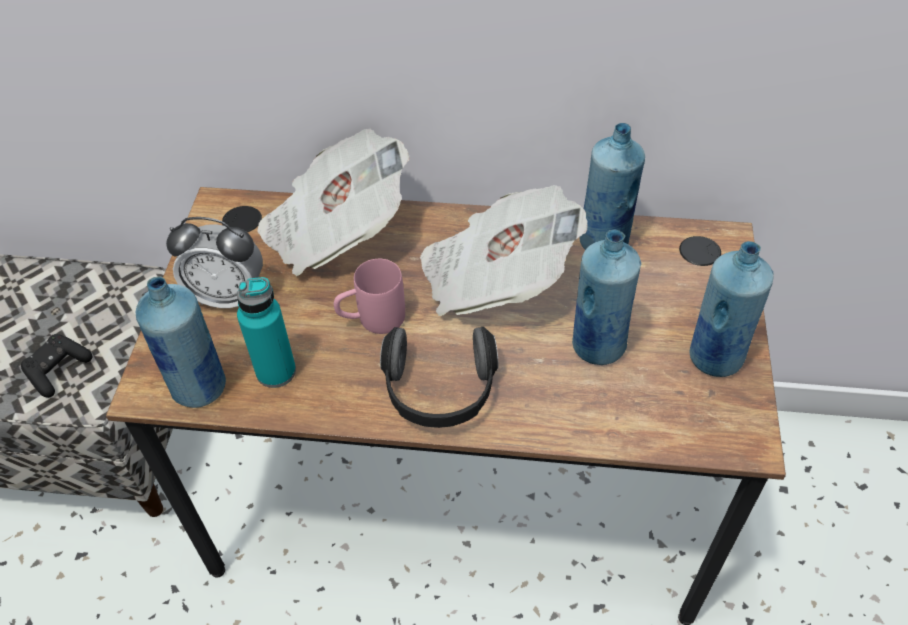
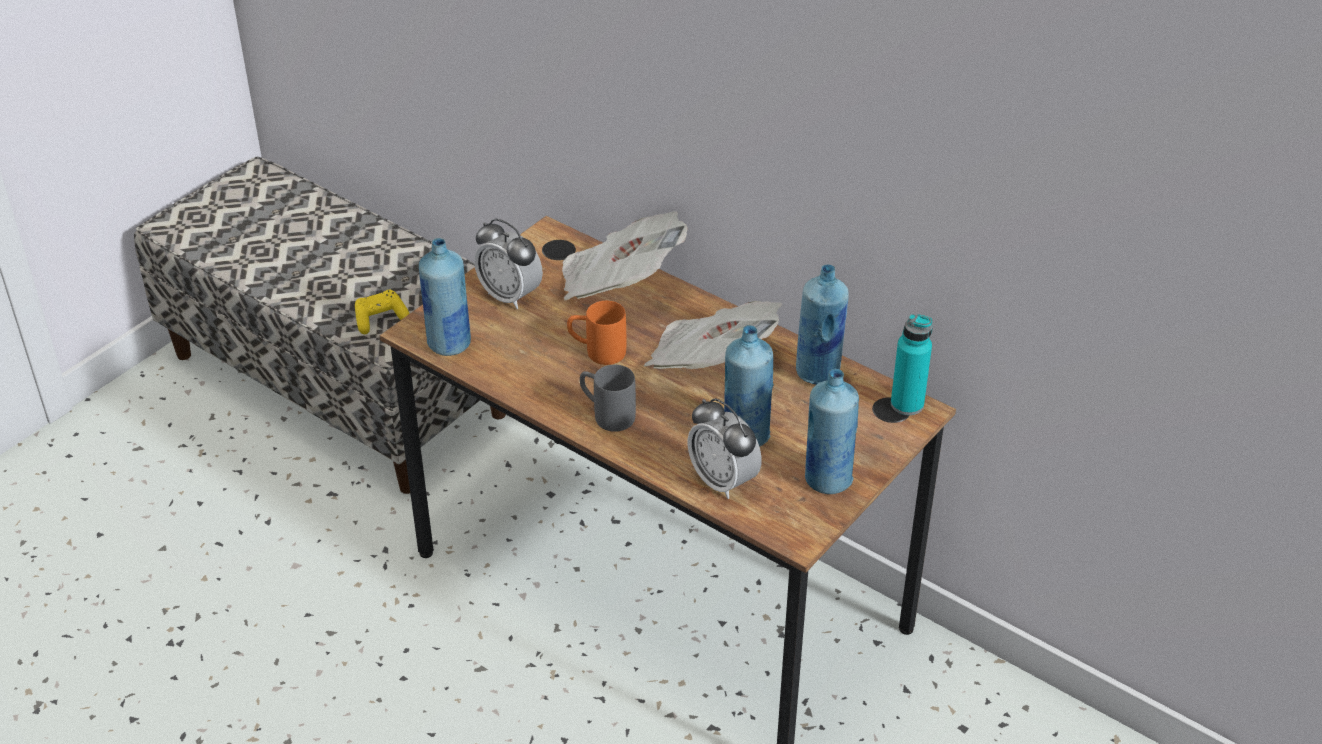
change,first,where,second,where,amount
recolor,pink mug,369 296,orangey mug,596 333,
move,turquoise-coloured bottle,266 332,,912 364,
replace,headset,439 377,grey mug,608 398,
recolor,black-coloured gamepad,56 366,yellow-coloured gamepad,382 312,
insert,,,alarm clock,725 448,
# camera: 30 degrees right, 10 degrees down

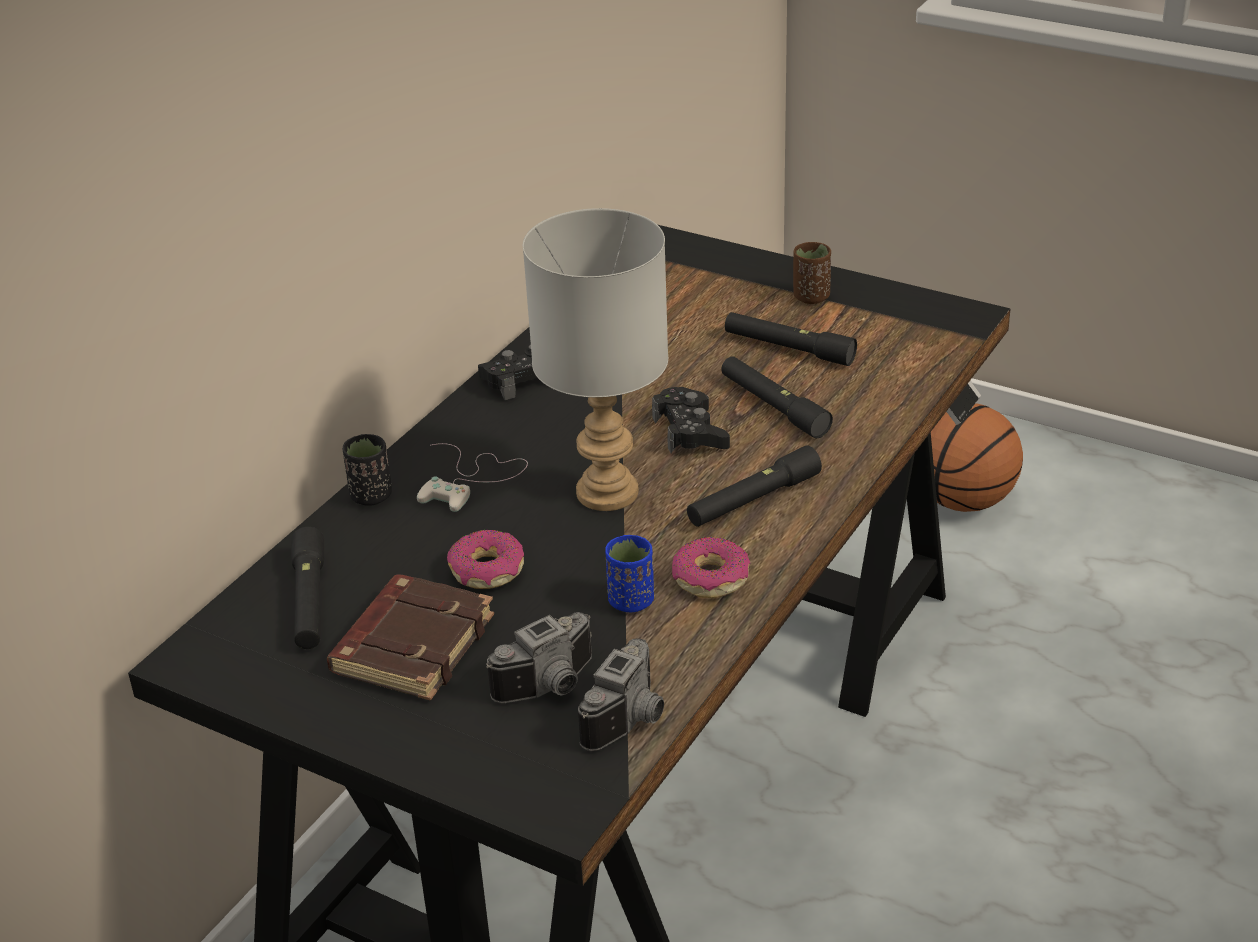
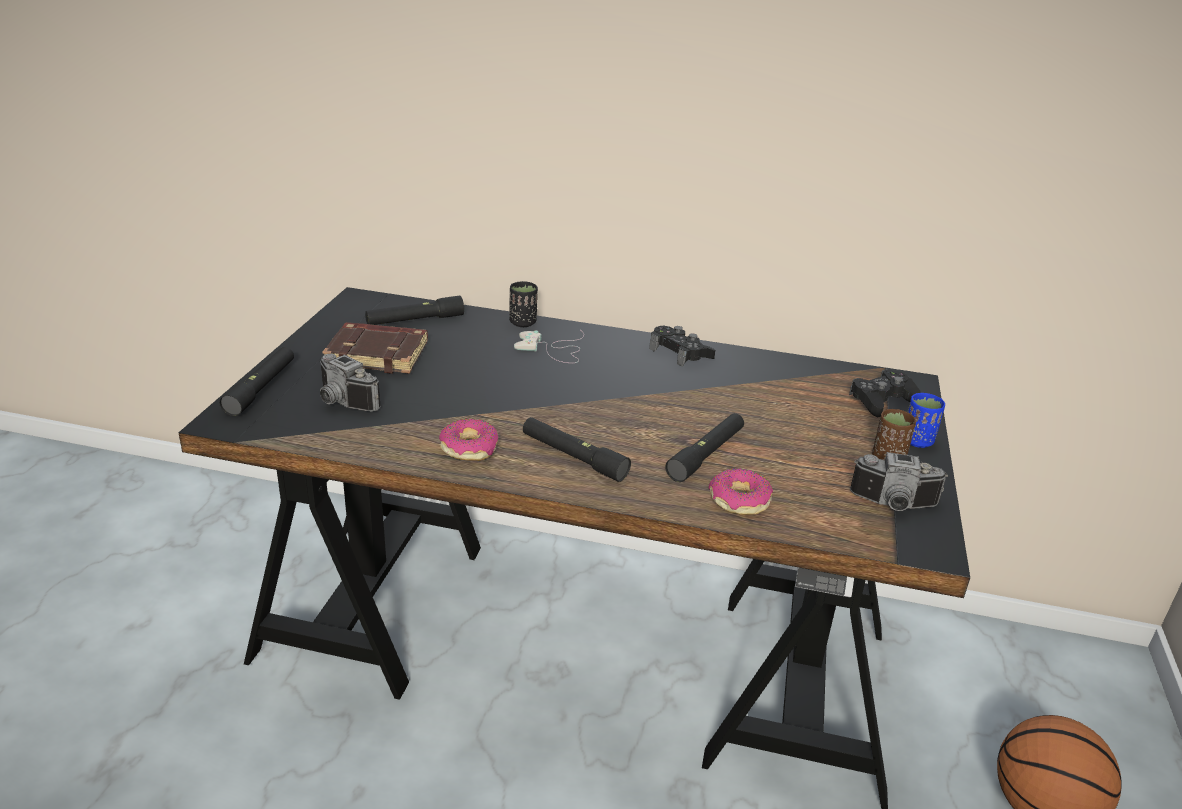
change,first,where,second,where,amount
delete,grey tabletop lamp,595 359,,,
move,black-coloured flashlight,791 339,,256 381,
move,black-coloured gamepad,691 420,,885 393,
move,ring doughnut,485 559,,741 491,
move,blue-coloured cup,629 573,,926 420,
move,photo camera,621 695,,899 481,
# camera: 70 degrees right, 5 degrees down

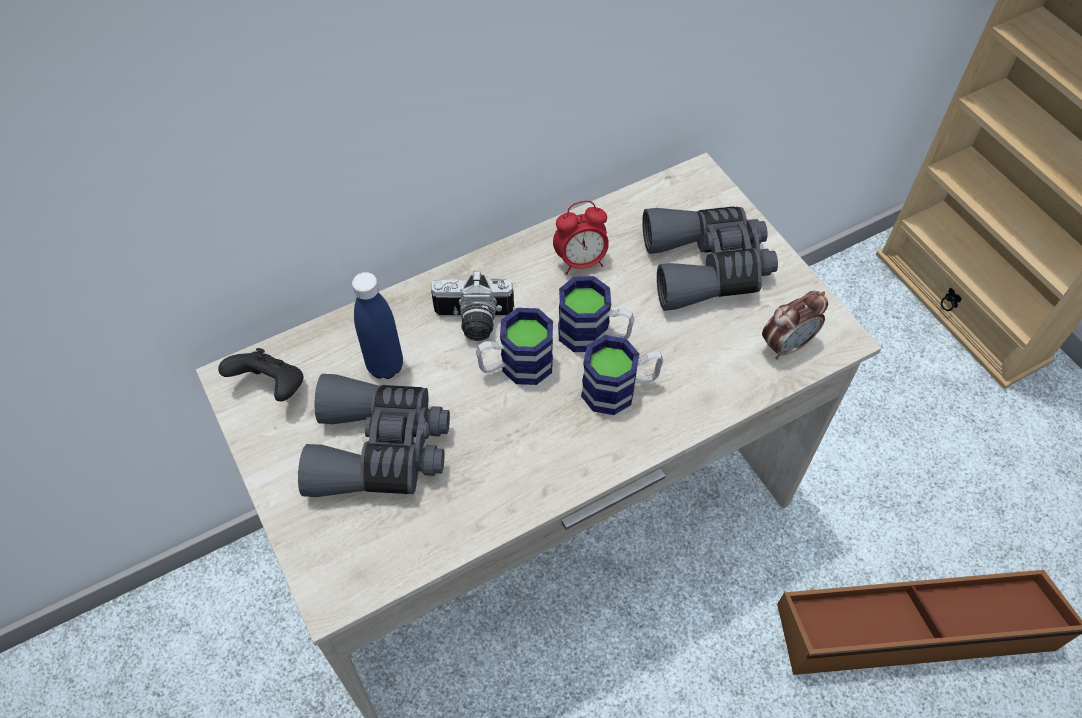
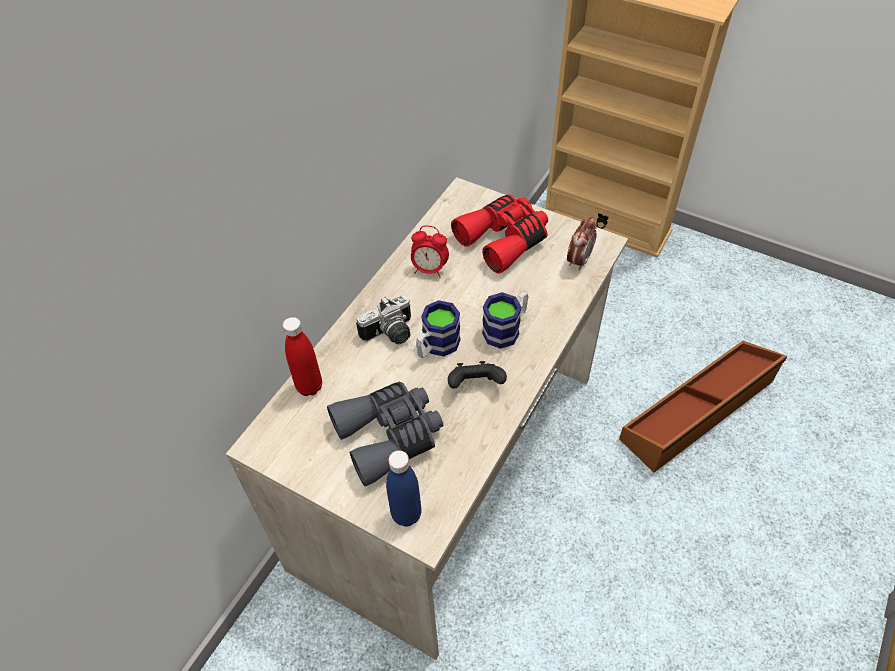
change,first,where,second,where,amount
rotate,alarm clock,581 238,,430 252,60 degrees clockwise
recolor,grey field glasses,710 259,red field glasses,499 233,
move,blue-coloured bottle,377 325,,403 488,
delete,mug,596 314,,,
move,black-coloured gamepad,261 375,,477 375,
insert,,,red bottle,302 356,
# camera: 30 degrees left, 5 degrees down

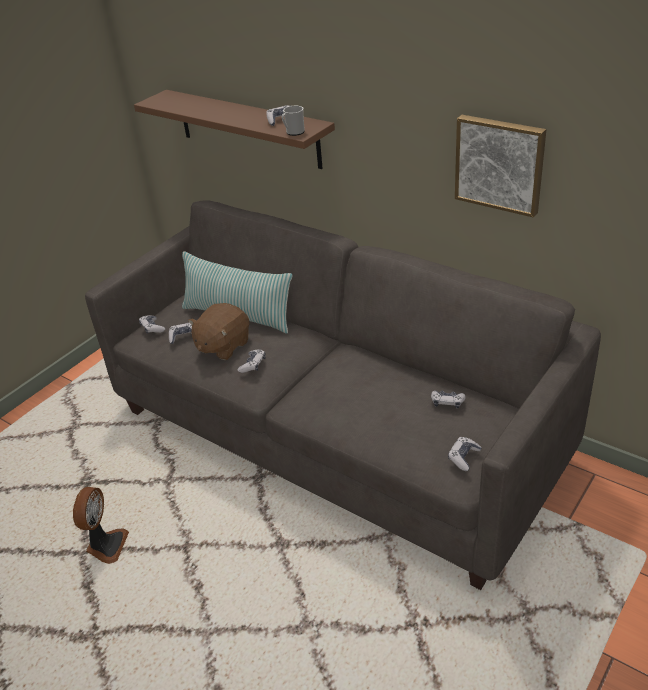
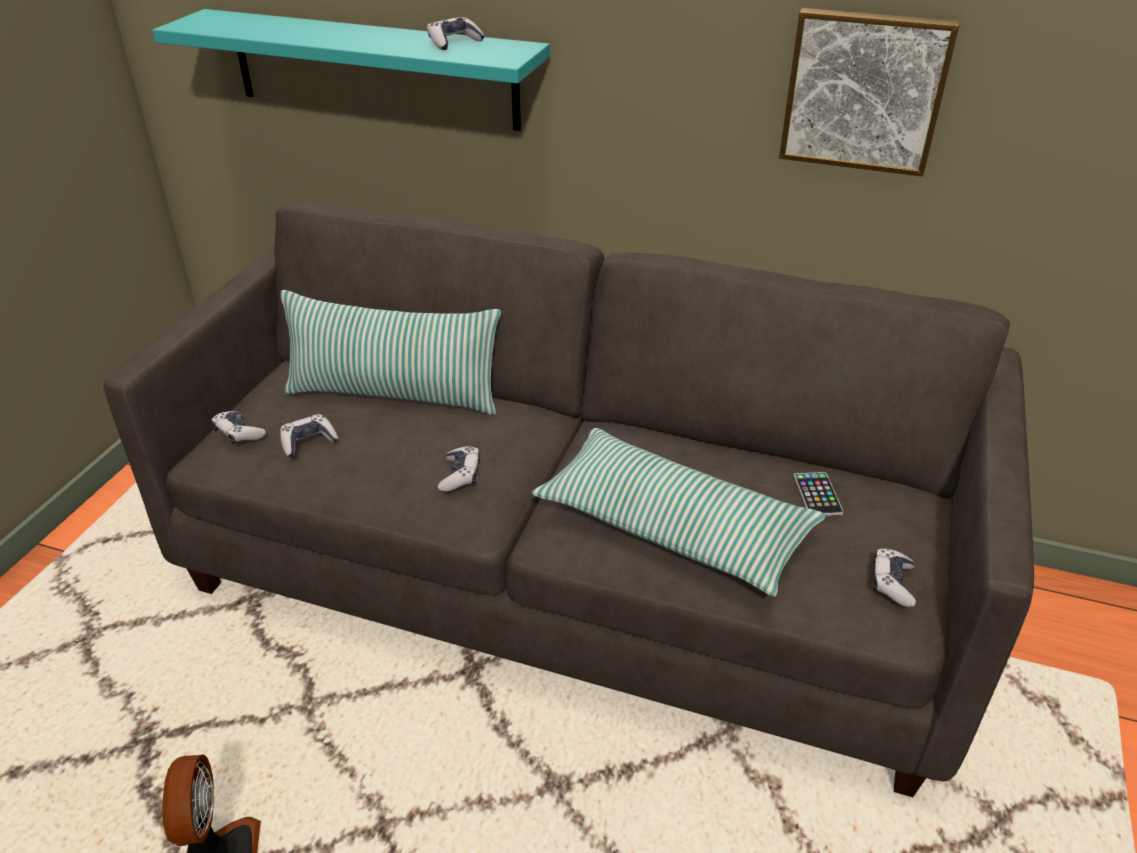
change,first,where,second,where,amount
recolor,brown-coloured shelf,234 129,turquoise-coloured shelf,351 70,
delete,mug,293 121,,,
delete,brown-coloured soft toy,219 331,,,
replace,gamepad,448 399,handset,818 494,
insert,,,throw pillow,679 512,
# camera: 20 degrees left, 0 degrees up

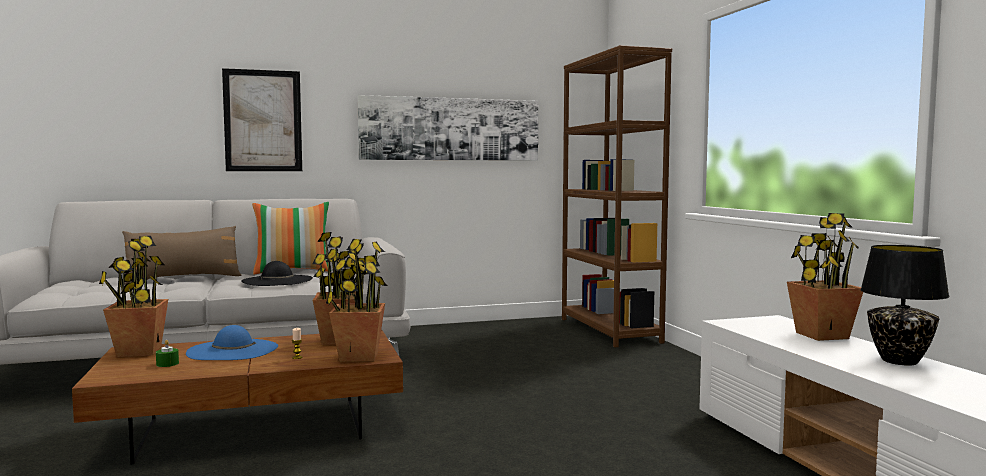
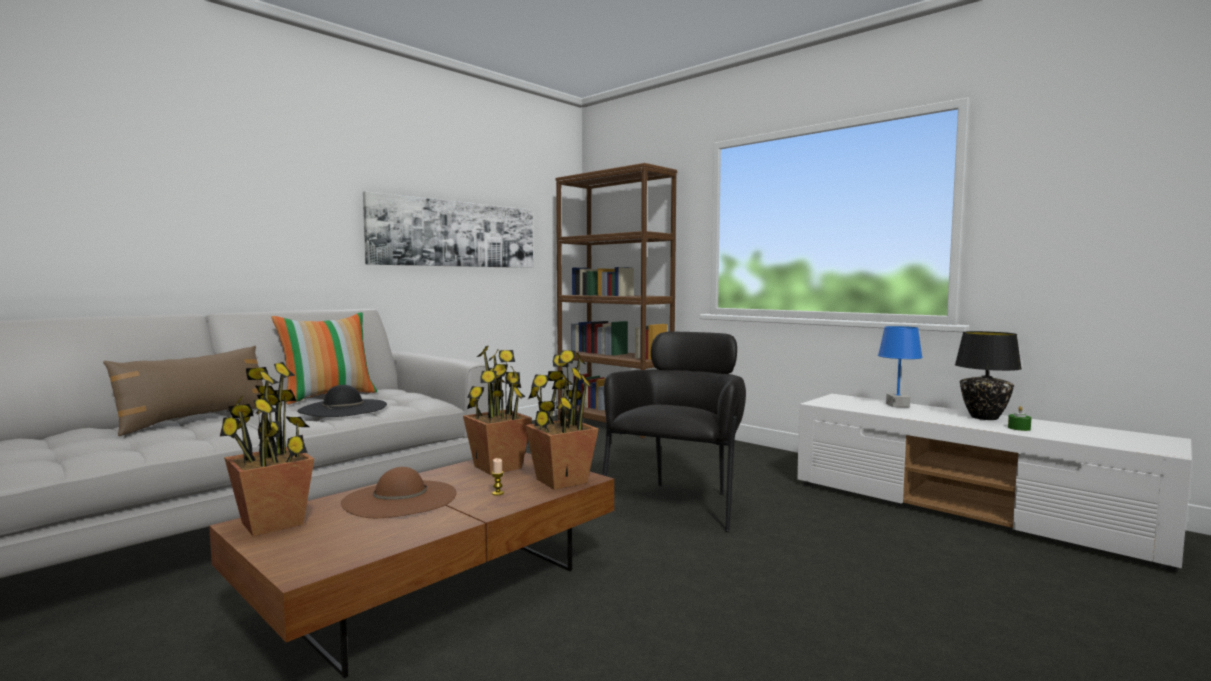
change,first,where,second,where,amount
delete,wall picture,262 119,,,
replace,plant in a pot,825 277,blue-coloured tabletop lamp,900 367,
recolor,blue-coloured clothing hat,232 342,brown-coloured clothing hat,398 492,
move,green-coloured wax light,167 353,,1019 418,
insert,,,black-coloured easy chair,674 432,
# camera: 30 degrees left, 0 degrees up

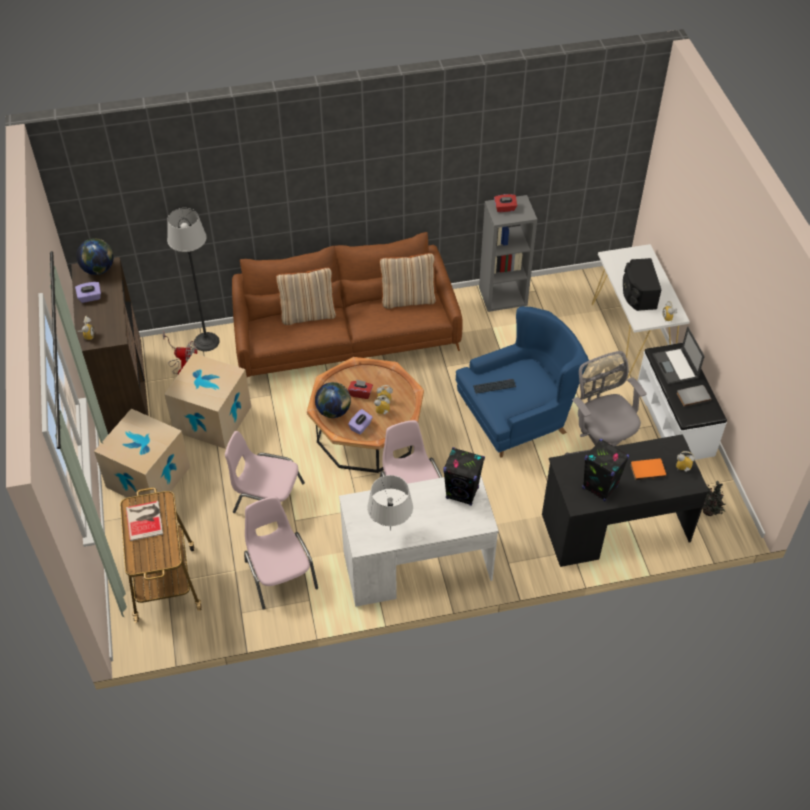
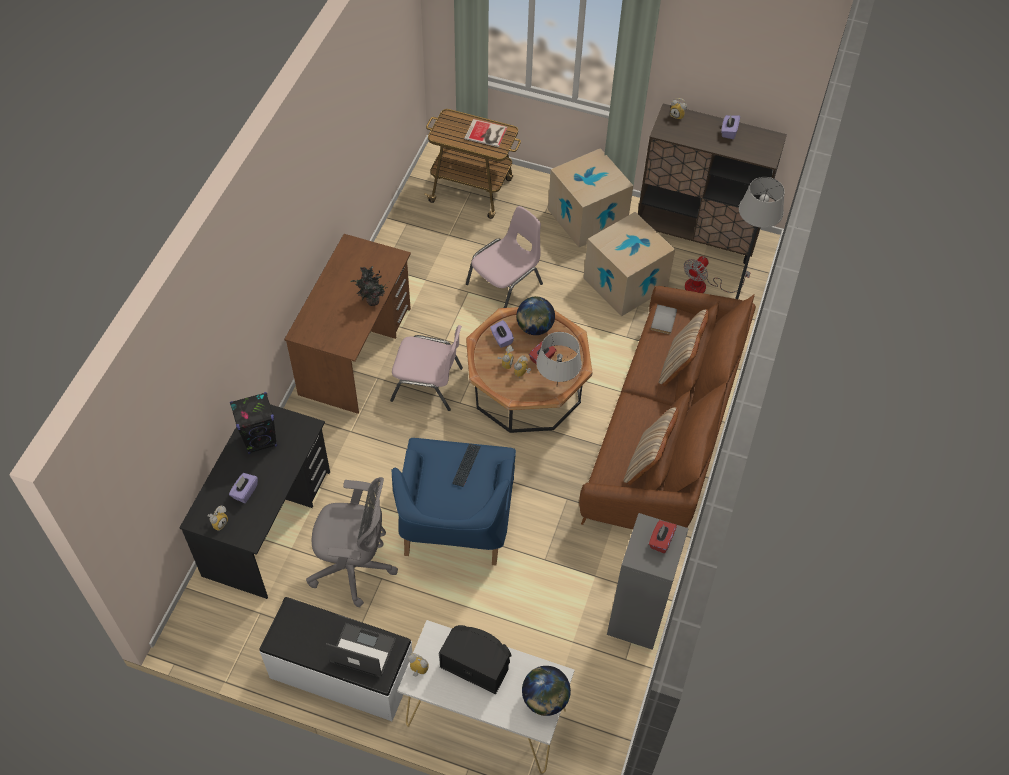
change,first,where,second,where,amount
move,desk globe,95 256,,546 691,
move,grey bound book,694 396,,663 319,
delete,black-coloured loudspeaker,464 476,,,
replace,orangey bound book,648 469,purplish tissue box,243 488,
move,grey tabletop lamp,390 502,,559 358,
recolor,white desk unit,419 541,brown-coloured desk unit,347 324,
move,plant in a pot,714 498,,369 286,
delete,pink upright chair,281 553,,,
# camera: 120 degrees right, 5 degrees up

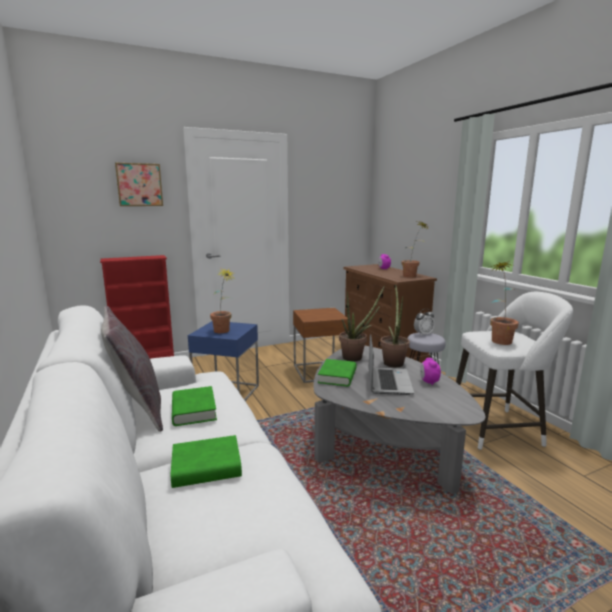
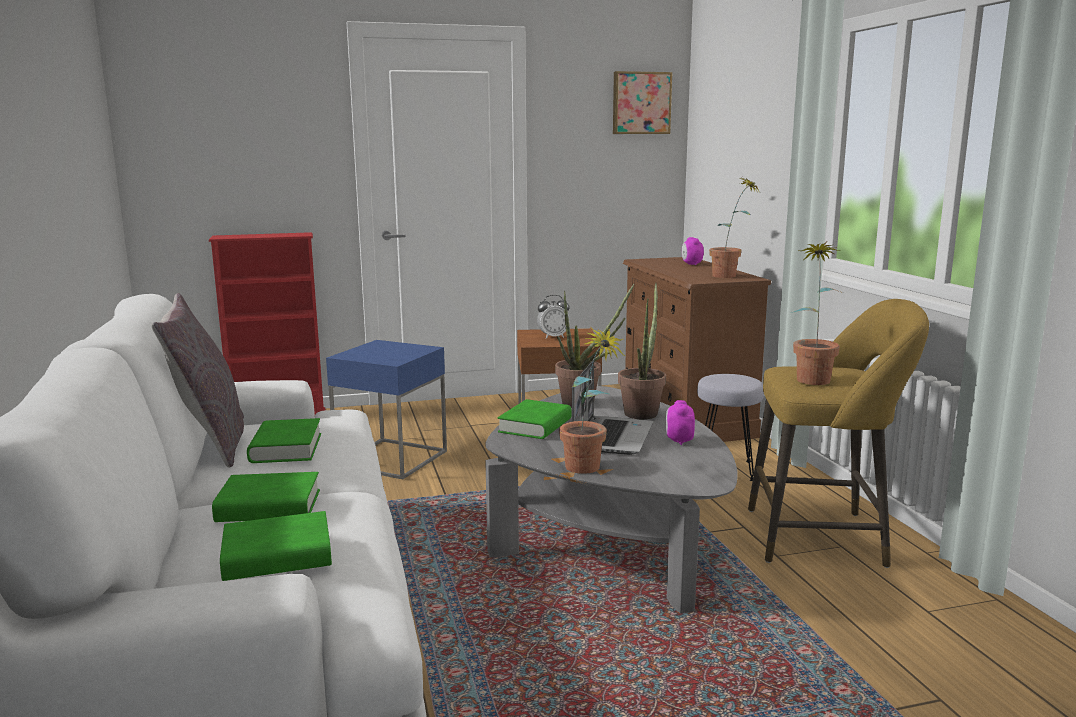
change,first,where,second,where,amount
move,wall picture,139 184,,642 102,
move,plant in a pot,223 301,,592 401,
recolor,white sitting stool,514 371,yellow-coloured sitting stool,838 433,
move,alarm clock,424 322,,553 317,
insert,,,green-coloured bound book,276 546,
# camera: 10 degrees right, 0 degrees up

